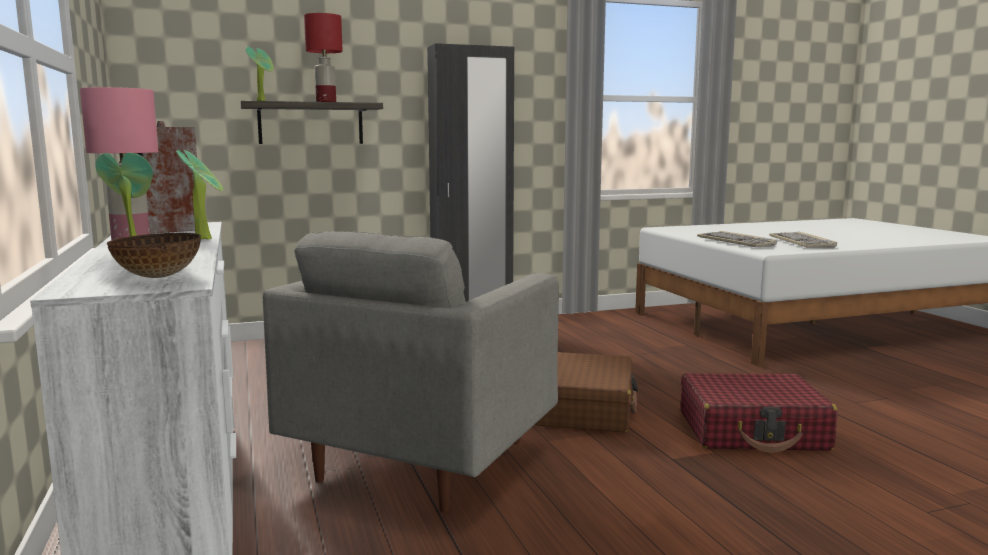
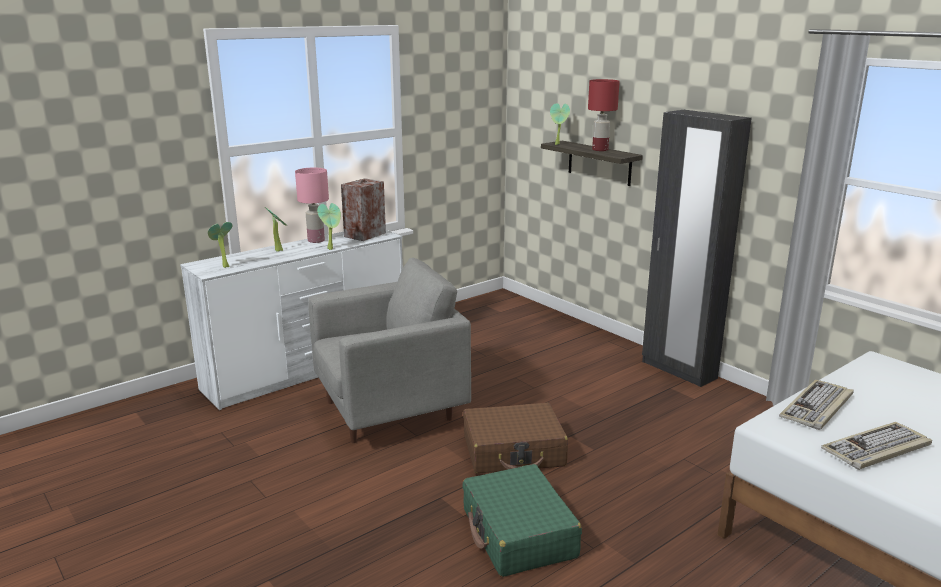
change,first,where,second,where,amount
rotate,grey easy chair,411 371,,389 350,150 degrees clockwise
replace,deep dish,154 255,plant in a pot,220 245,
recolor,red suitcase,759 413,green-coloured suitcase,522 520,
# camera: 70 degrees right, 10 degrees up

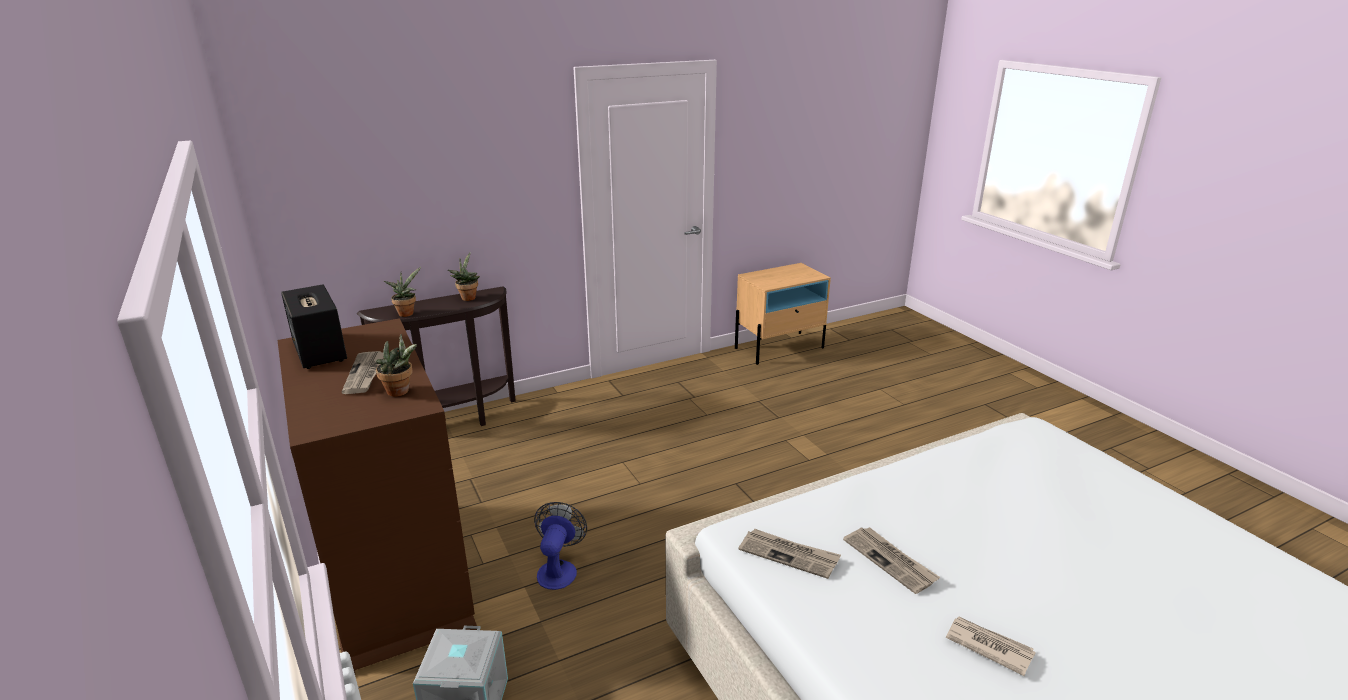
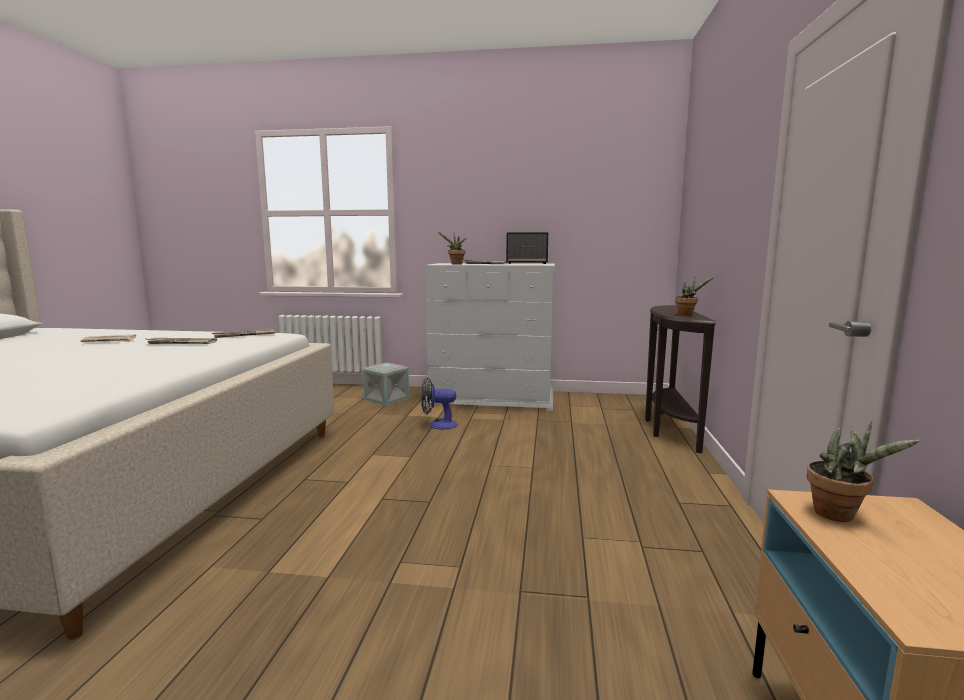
change,first,where,second,where,amount
move,plant in a pot,402 292,,863 471,
recolor,brown-coloured drawer chest,377 495,white drawer chest,489 337,
rotate,cooling fan,560 546,,439 404,135 degrees clockwise
# camera: 125 degrees right, 15 degrees down

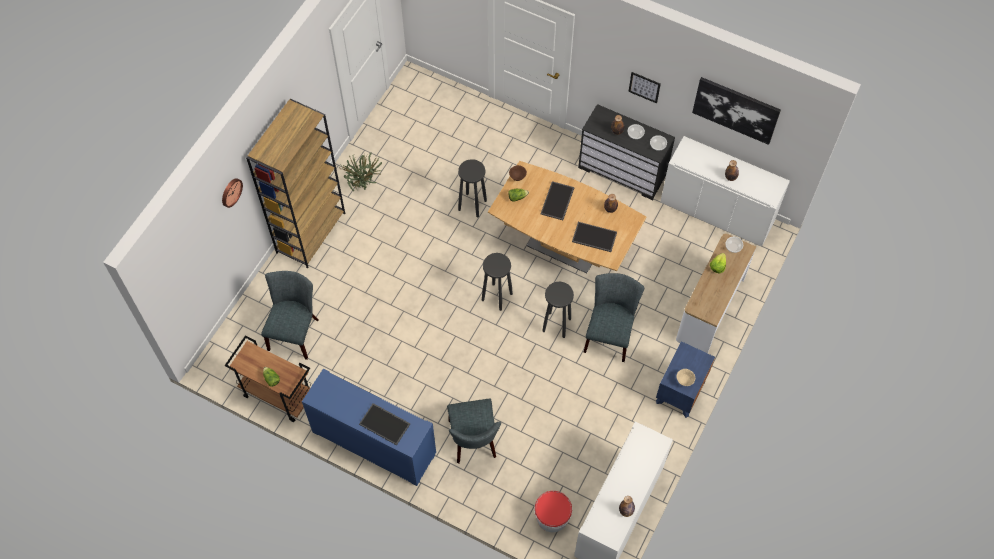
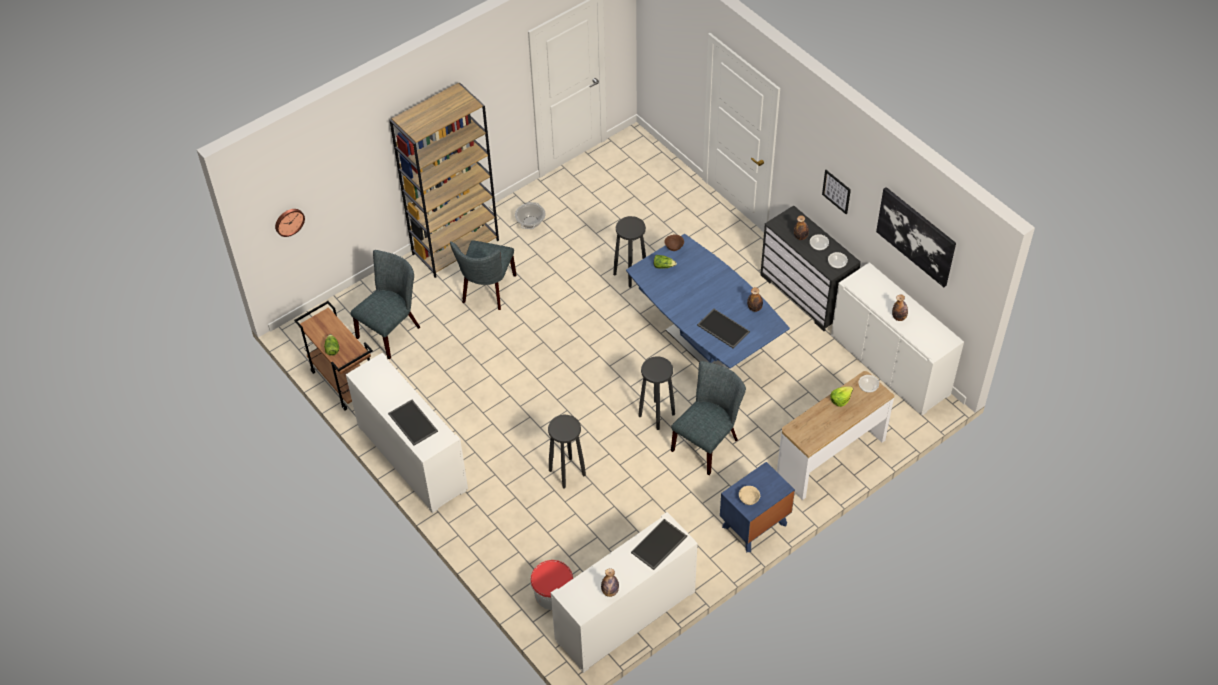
change,first,where,second,where,amount
replace,plant in a pot,360 171,stockpot,530 215,
recolor,brown-coloured dining table,567 217,blue-coloured dining table,708 301,
move,hanging clock,232 193,,290 223,
move,serving tray,557 200,,659 544,
move,black-coloured sitting stool,497 282,,567 452,
recolor,blue-coloured cupboard,369 427,white cupboard,407 433,
move,grey upright chair,474 431,,483 275,
# camera: 25 degrees right, 10 degrees down

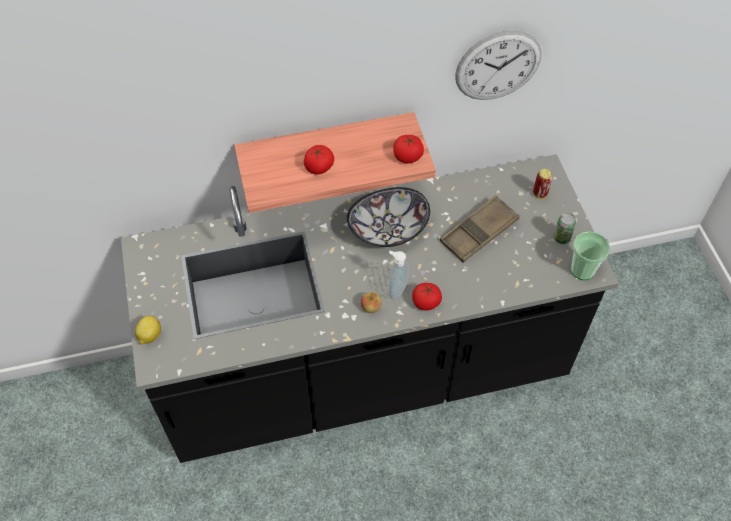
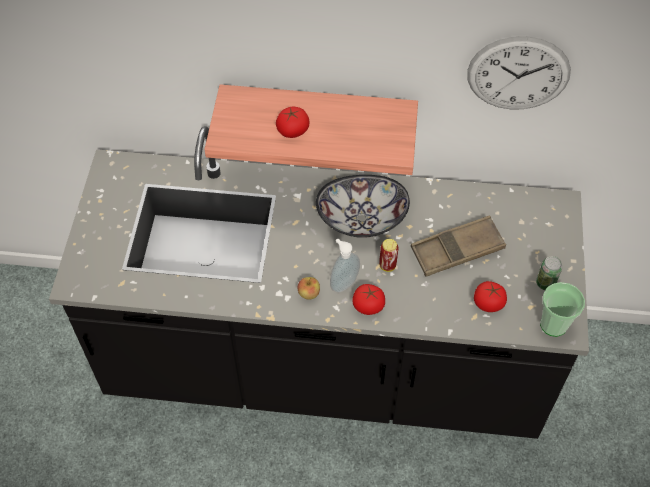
change,first,where,second,where,amount
move,tomato,408 149,,490 296,
move,can,542 184,,388 255,
delete,lemon,148 330,,,
# camera: 20 degrees right, 0 degrees up

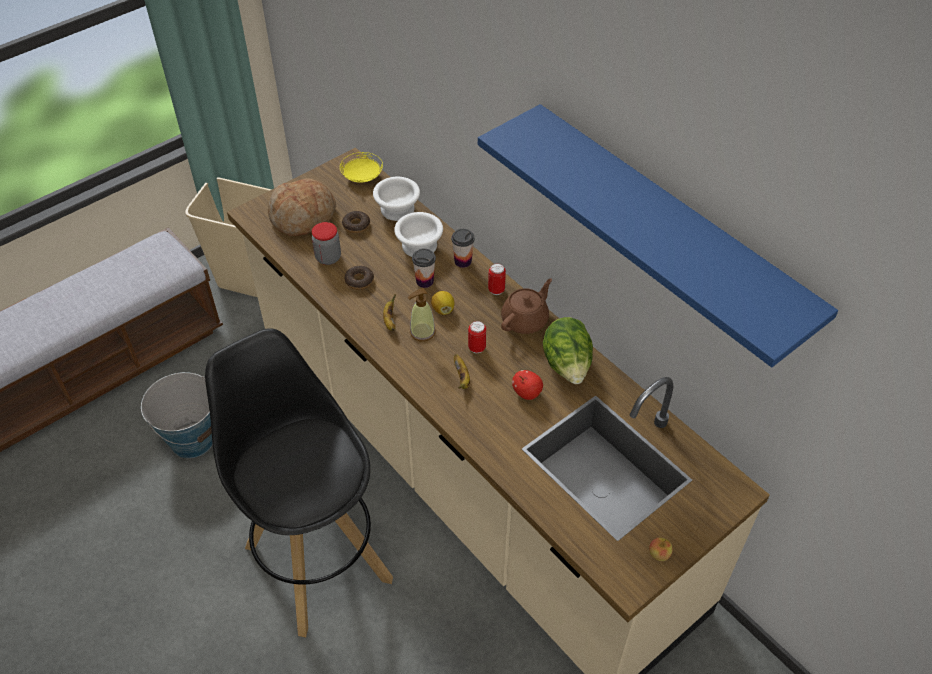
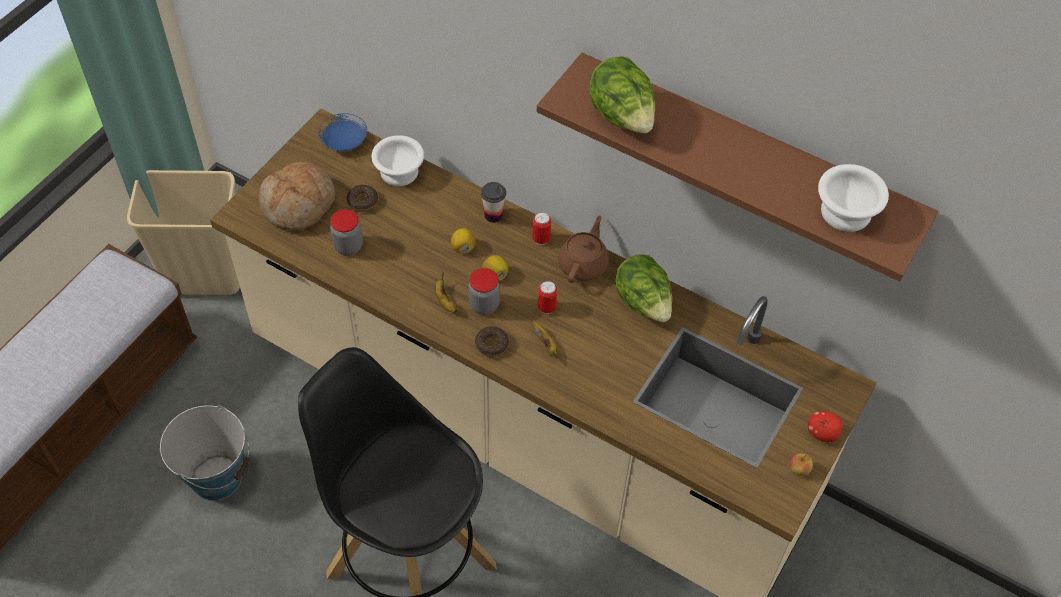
change,first,where,second,where,amount
recolor,blue-coloured shelf,658 235,brown-coloured shelf,737 167,
recolor,yellow-coloured flat dish,361 167,blue-coloured flat dish,342 132,
move,white deep dish,418 234,,853 198,
replace,cup,424 268,lemon,463 241,
move,ring doughnut,359 278,,492 341,
replace,soap bottle,422 315,storage jar,484 291,
move,whole apple,527 385,,825 426,
insert,,,lettuce,622 95,
# camera: 20 degrees left, 5 degrees up

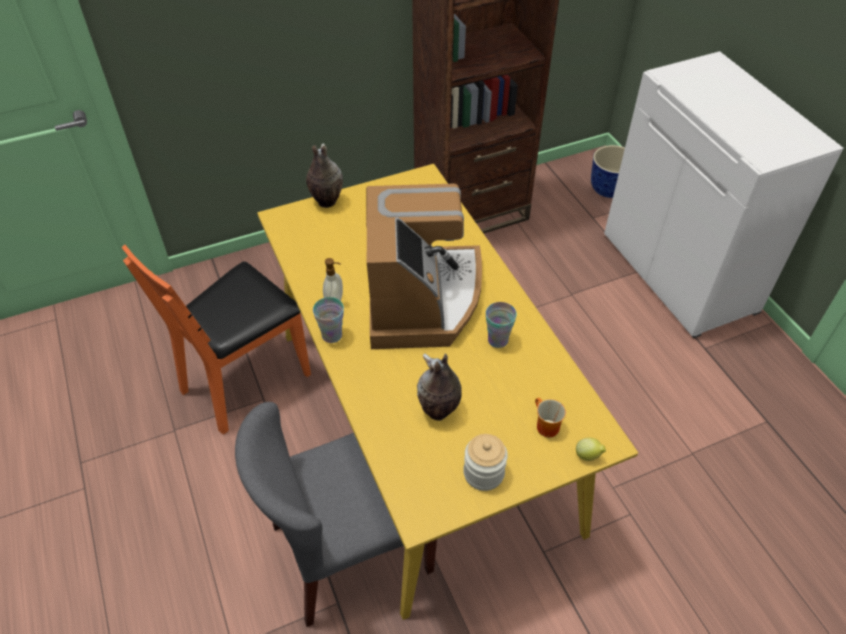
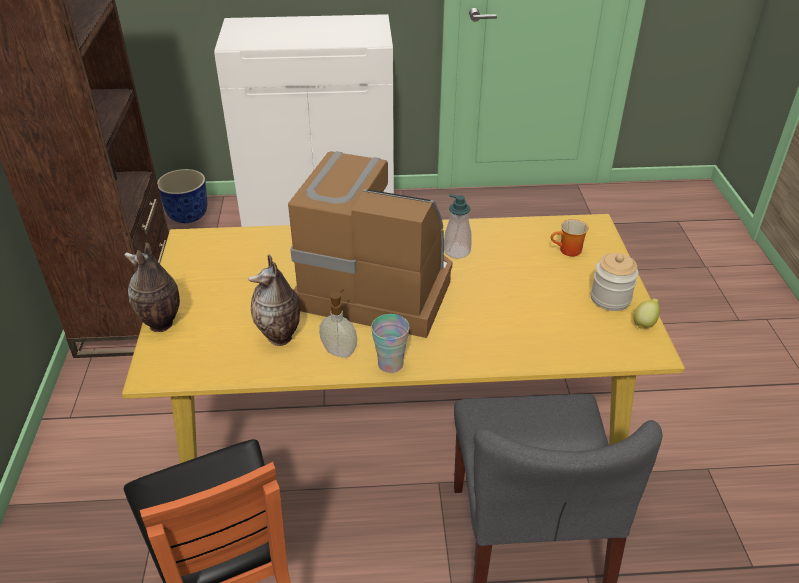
change,first,where,second,where,amount
replace,cup,501 325,soap bottle,458 226,
move,flower vase,439 387,,274 300,
move,lemon,591 449,,646 313,
# camera: 70 degrees left, 10 degrees down

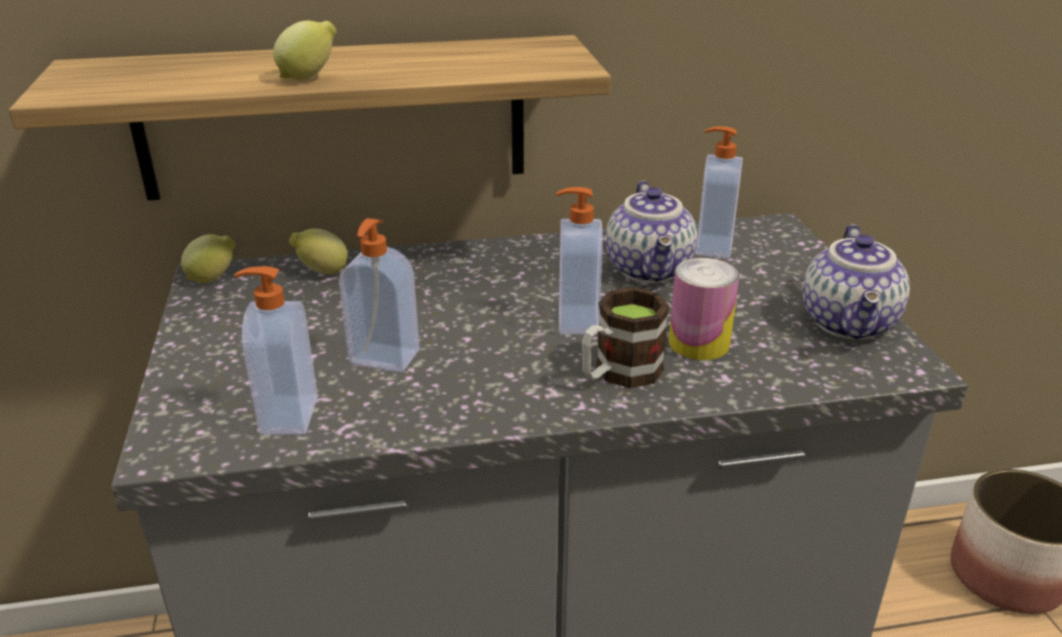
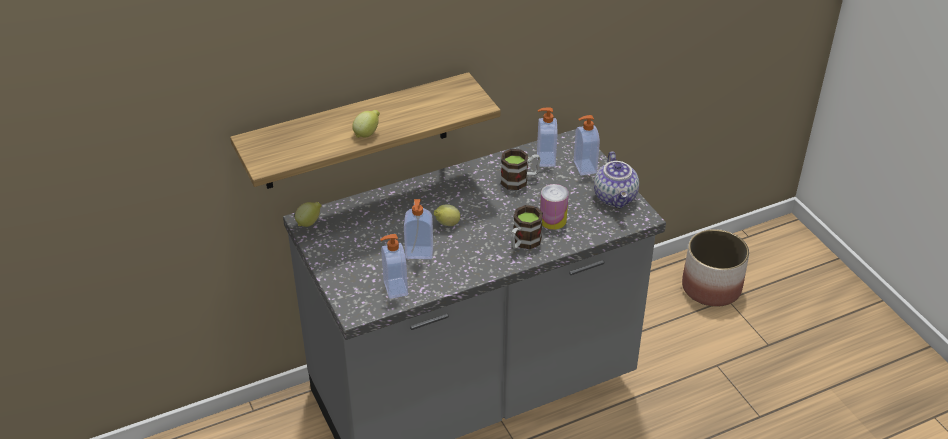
change,first,where,second,where,amount
replace,teapot,651 232,mug,520 169,
move,soap bottle,579 261,,587 145,
move,lemon,318 251,,447 215,
# camera: 15 degrees left, 10 degrees up

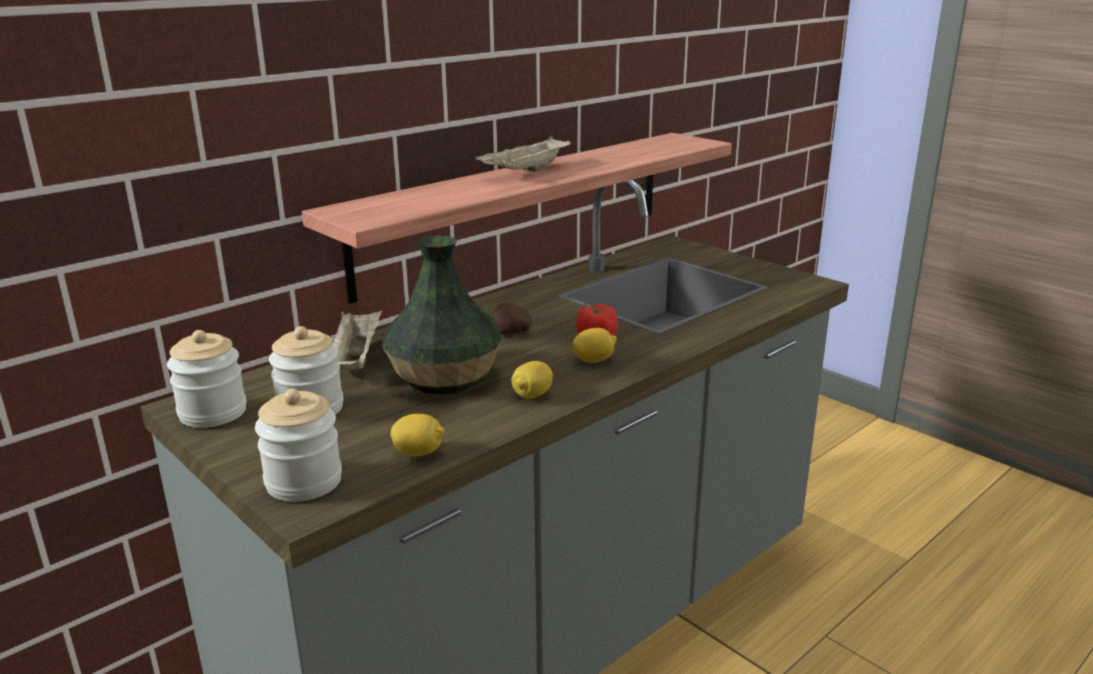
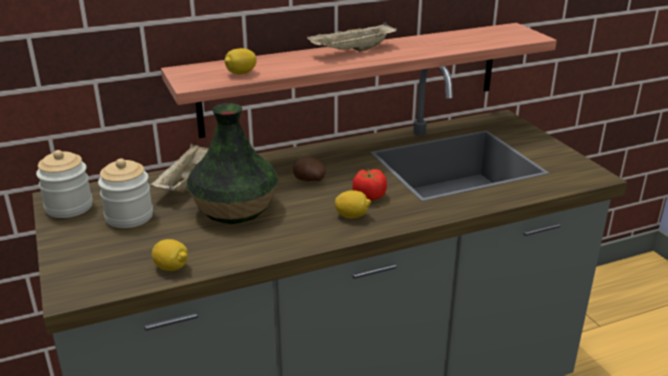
change,first,where,second,where,amount
move,lemon,532 380,,240 61,
delete,storage jar,298 445,,,
# camera: 20 degrees right, 5 degrees up

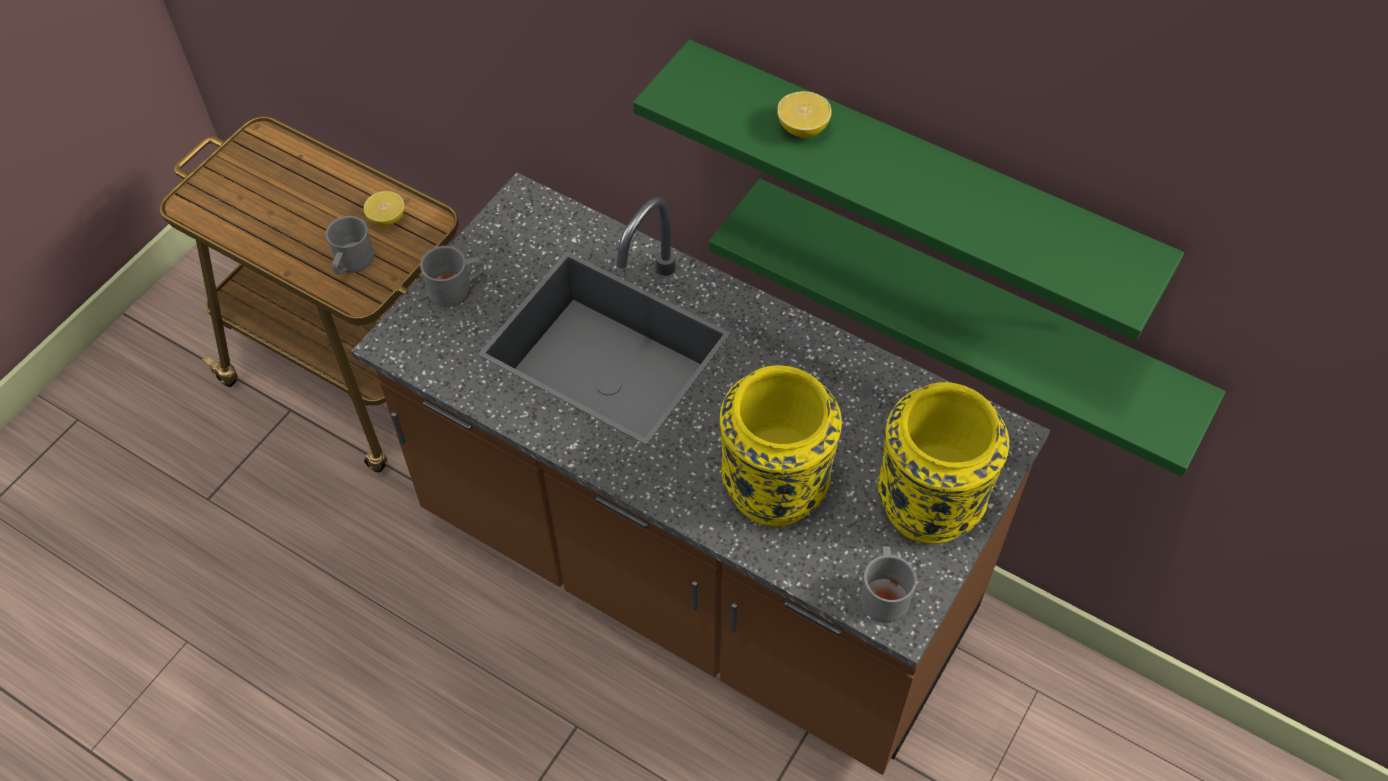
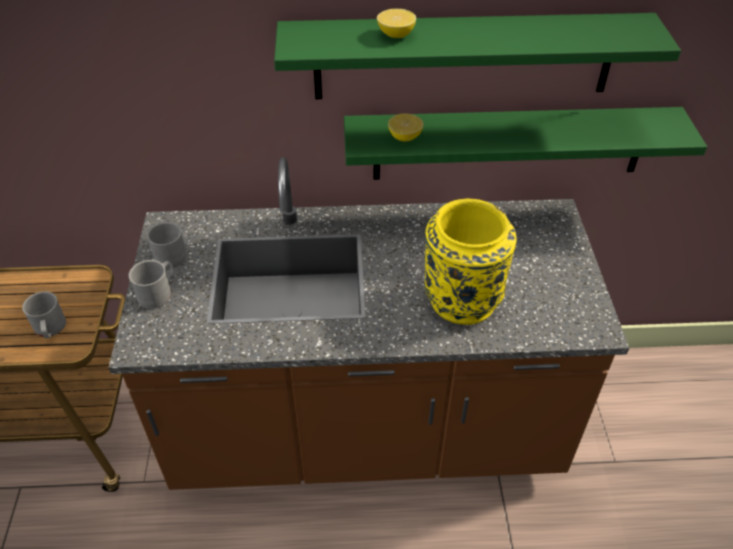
change,first,where,second,where,amount
move,lemon,384 208,,406 127,
delete,yellow-coloured flower vase,943 463,,,
move,grey mug,888 584,,167 245,
# camera: 35 degrees left, 10 degrees down

